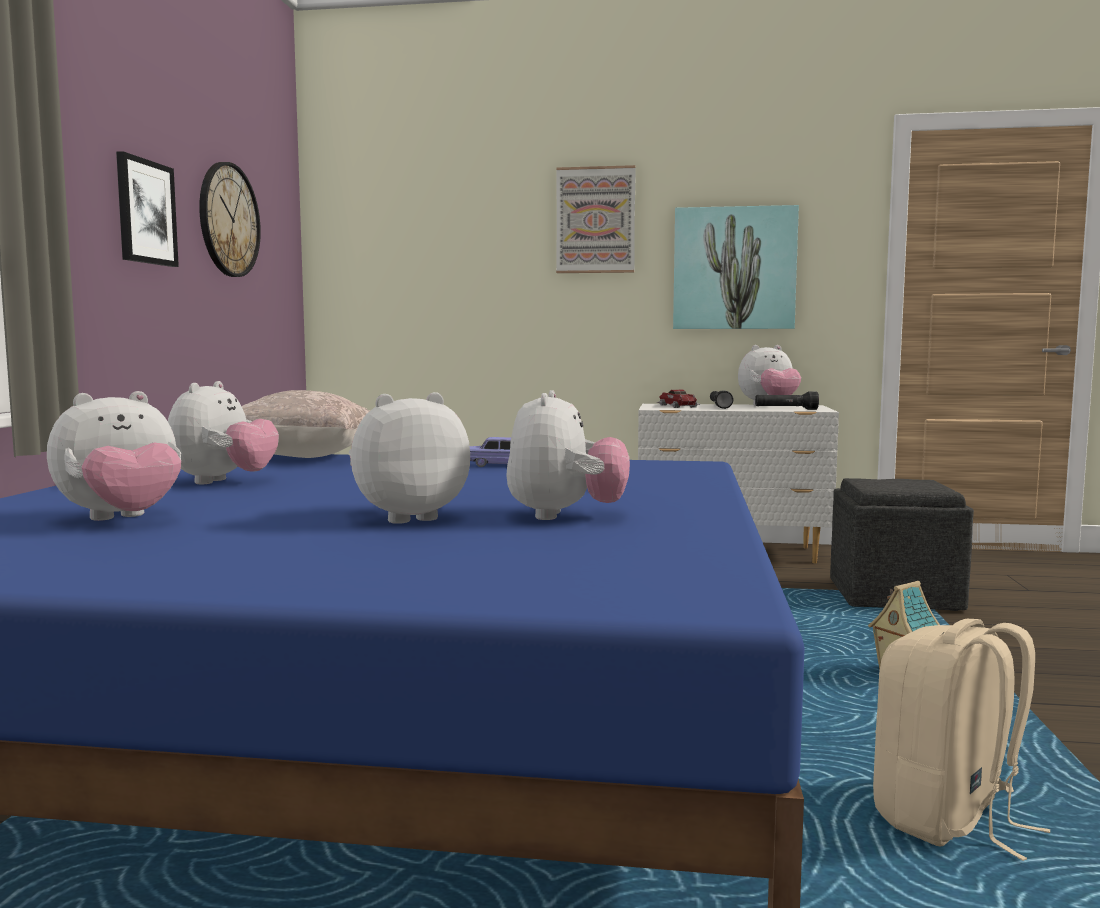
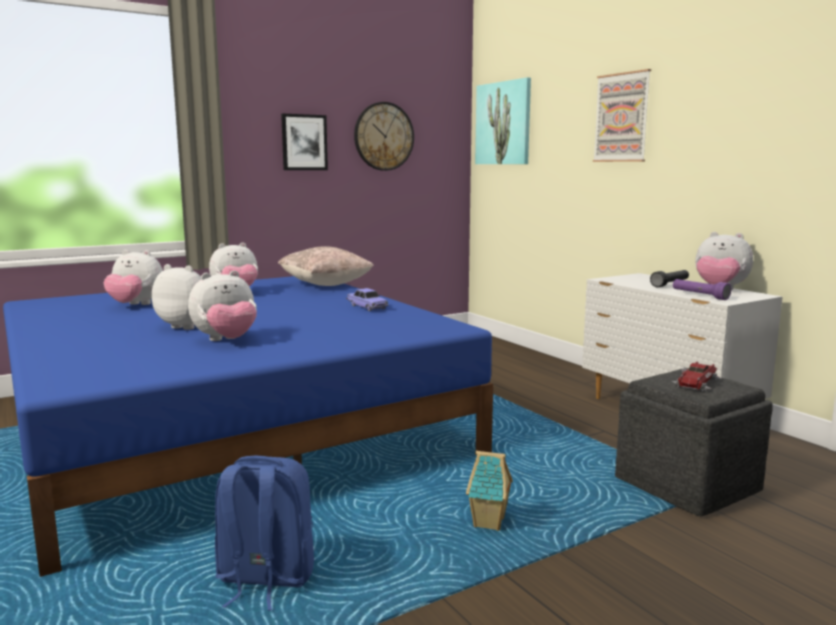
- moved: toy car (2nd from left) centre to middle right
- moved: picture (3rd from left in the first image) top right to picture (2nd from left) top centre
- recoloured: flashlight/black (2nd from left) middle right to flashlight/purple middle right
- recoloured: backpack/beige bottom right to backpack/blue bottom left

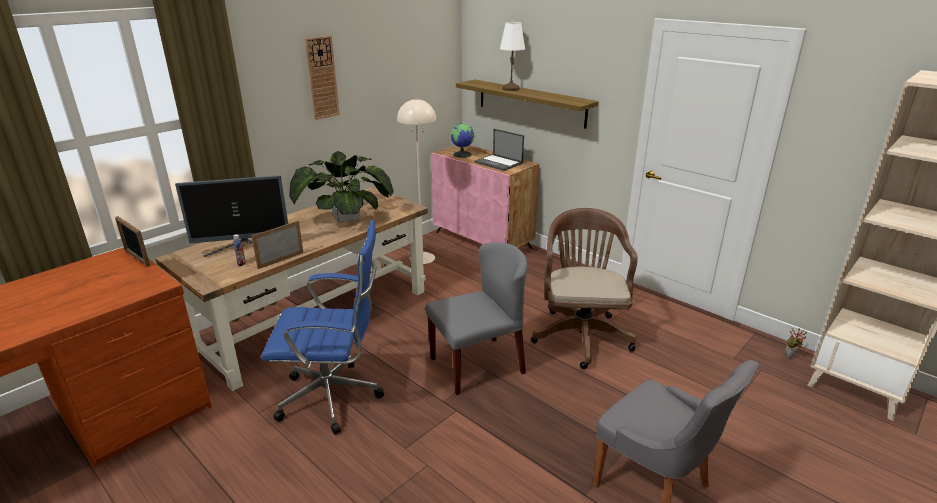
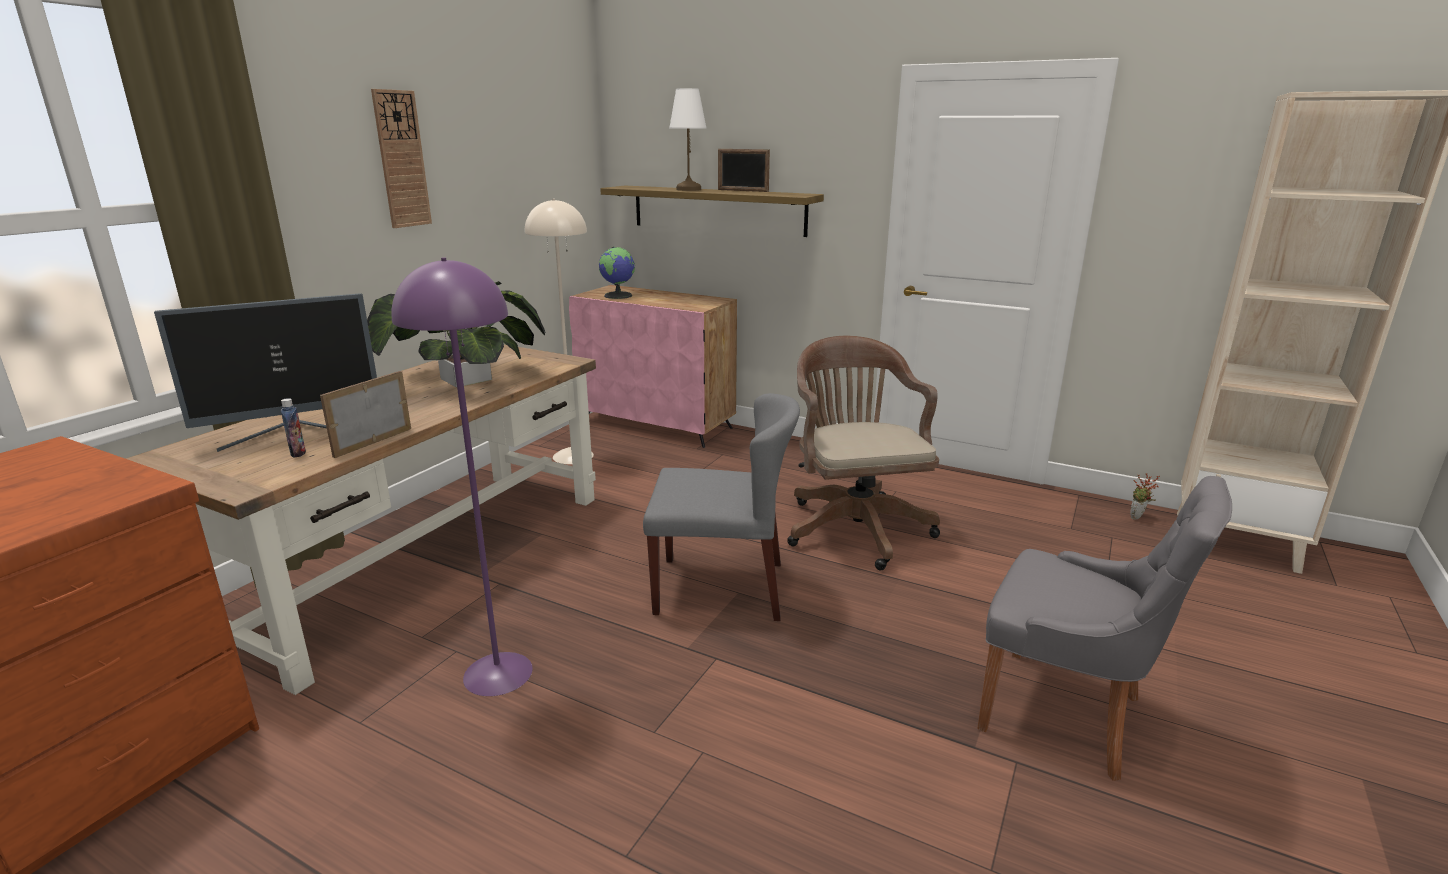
- moved: picture frame (1st from left in the first image) middle left to picture frame (2nd from left) top centre
- replaced: office chair/blue centre to floor lamp/purple middle left
- turned: chair/grey (1st from left) centre = centre 45 degrees clockwise
- removed: laptop top centre

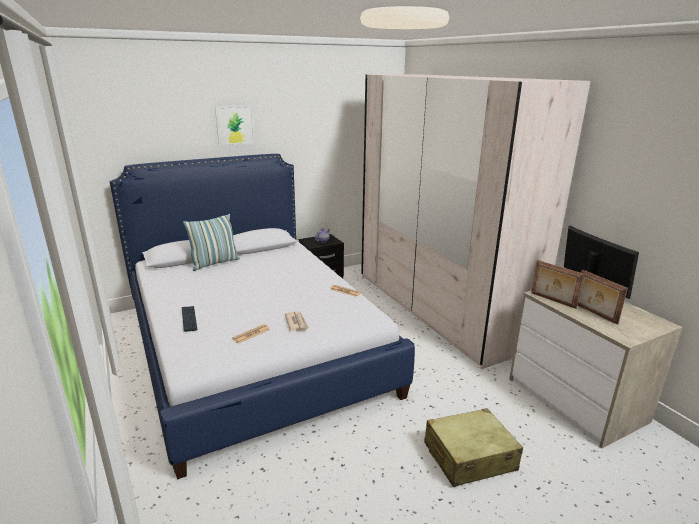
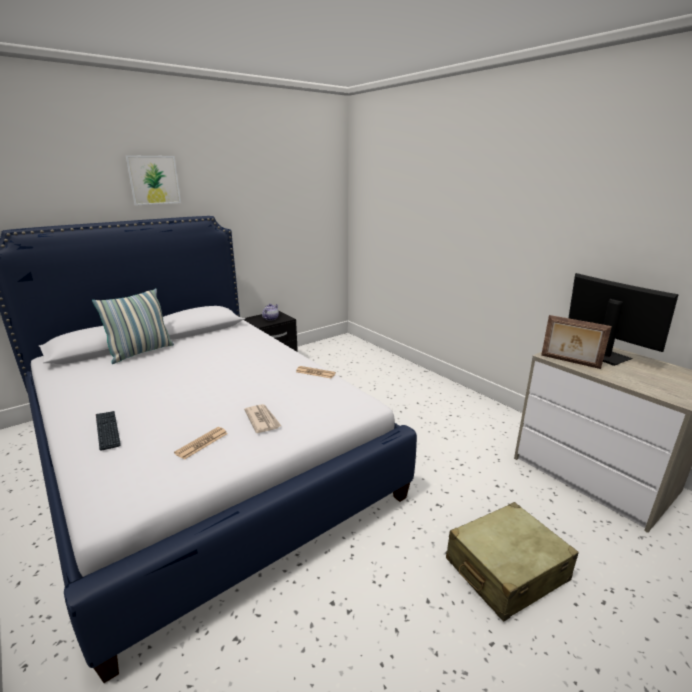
- removed: wardrobe/beige middle right
- removed: picture frame (2nd from left) middle right

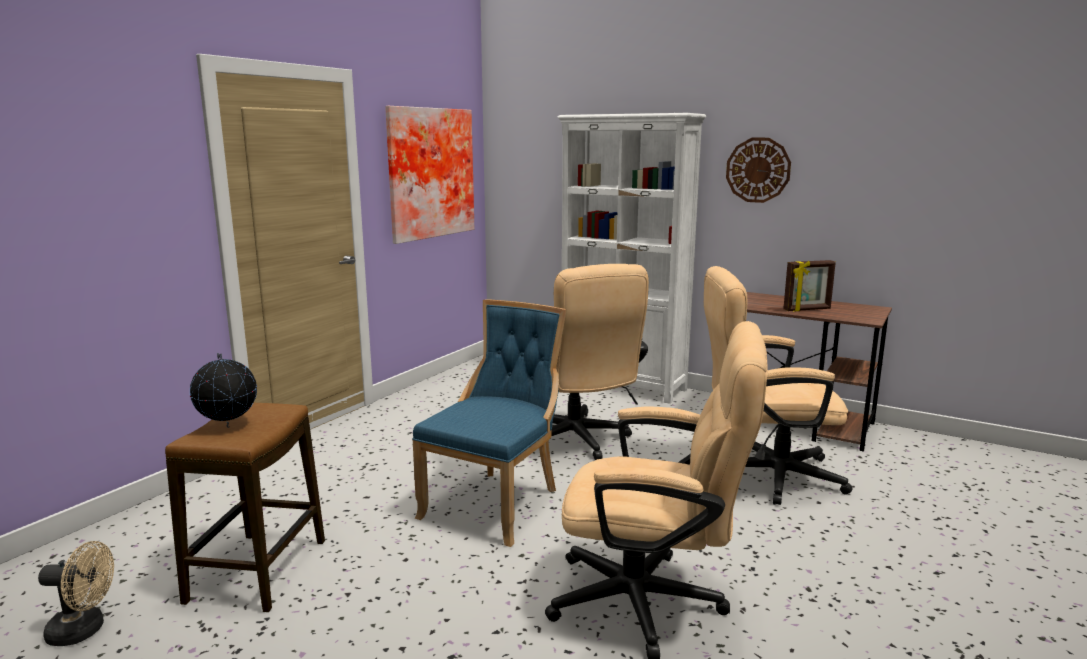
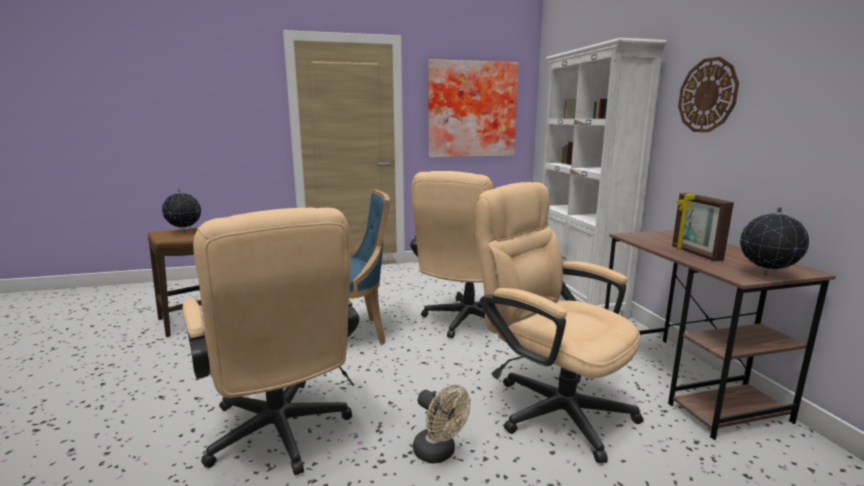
- moved: fan/beige bottom left to bottom centre
- turned: picture frame middle right = middle right 45 degrees clockwise
- added: globe (2nd from left) middle right

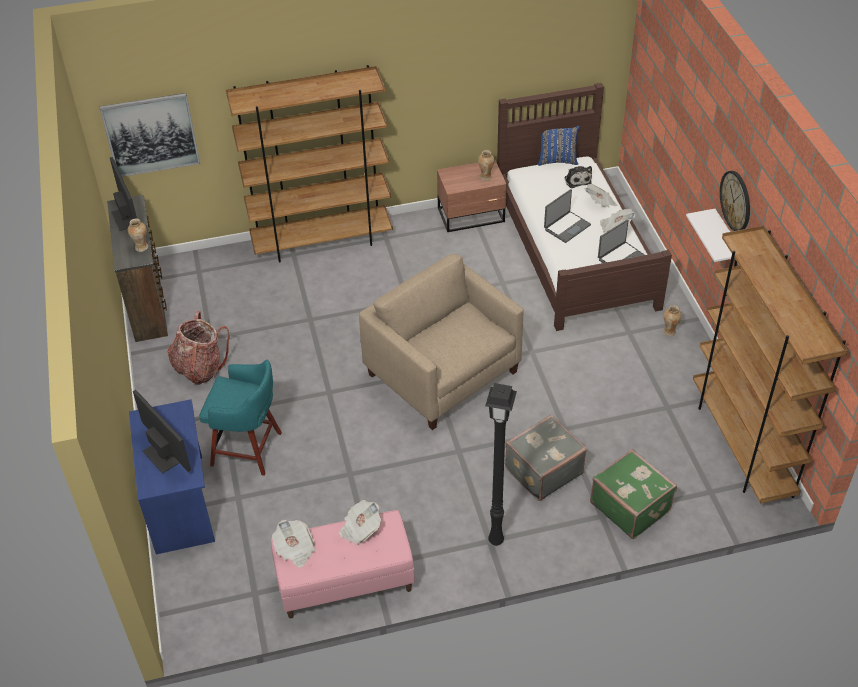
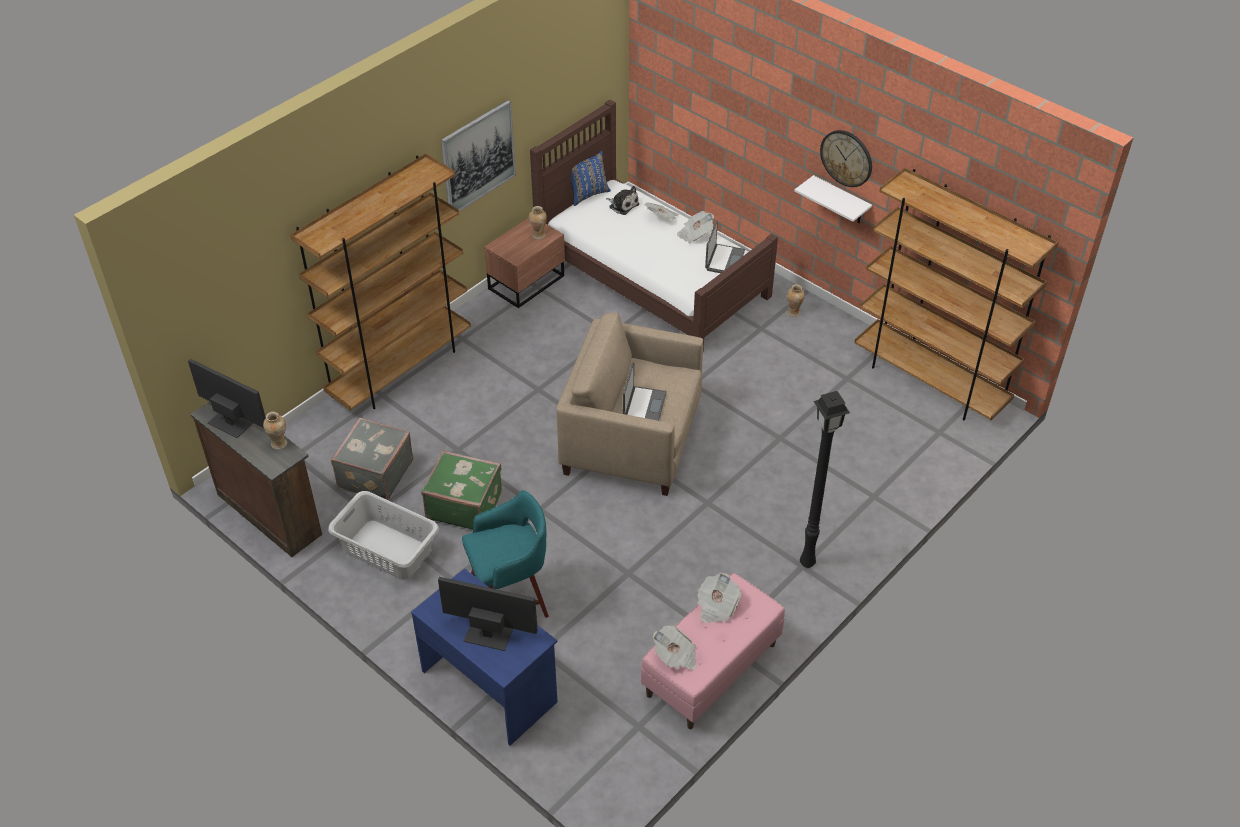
- moved: picture top left to top centre
- replaced: backpack middle left to laundry basket/grey middle left
- moved: suitcase/grey bottom centre to middle left
- moved: laptop (1st from left) top centre to centre
- moved: suitcase/green bottom right to centre

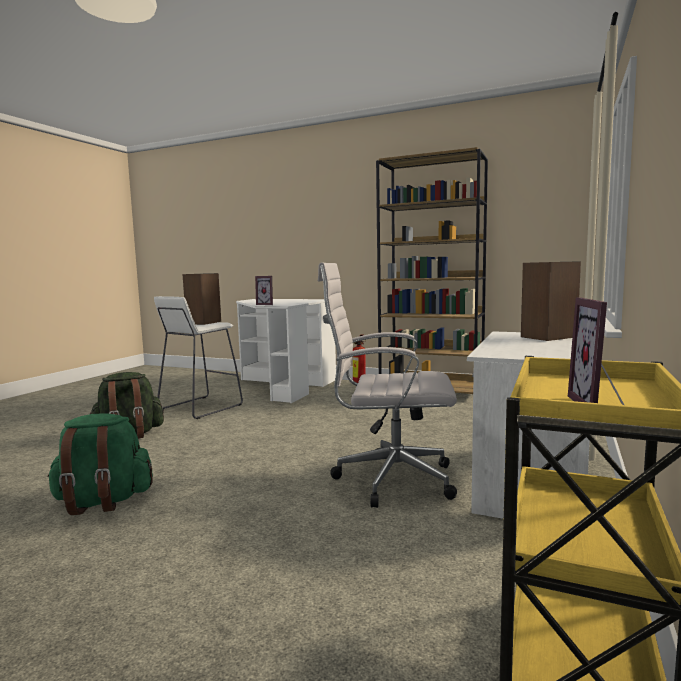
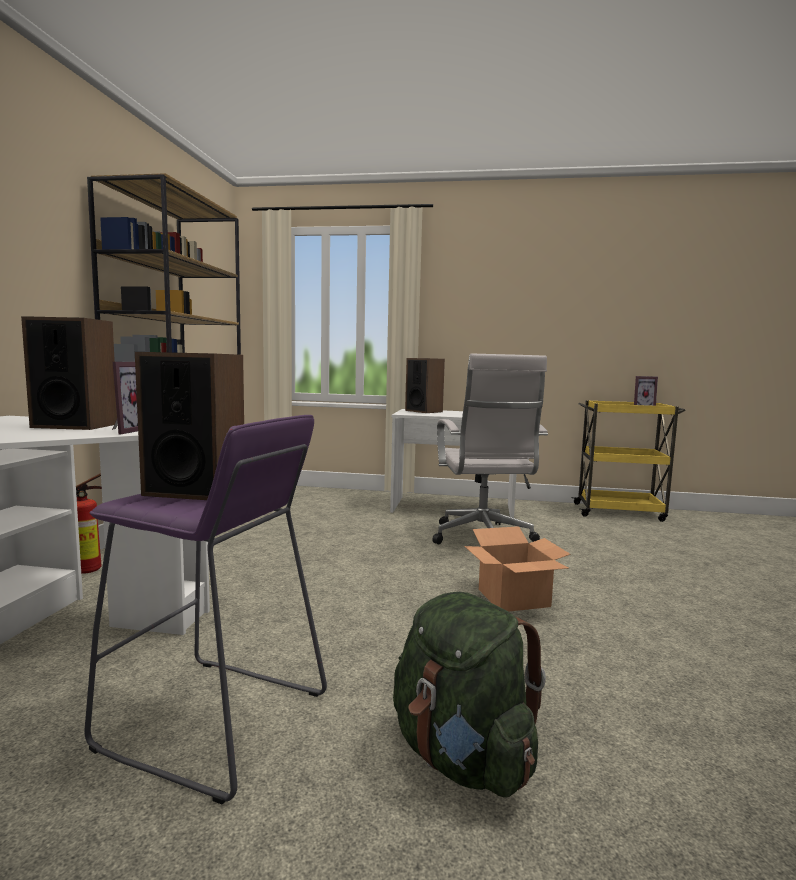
- removed: backpack/green (1st from left) bottom left
- recoloured: stool/white middle left to stool/purple bottom left
- added: speaker (1st from left) middle left
- added: cardboard box centre

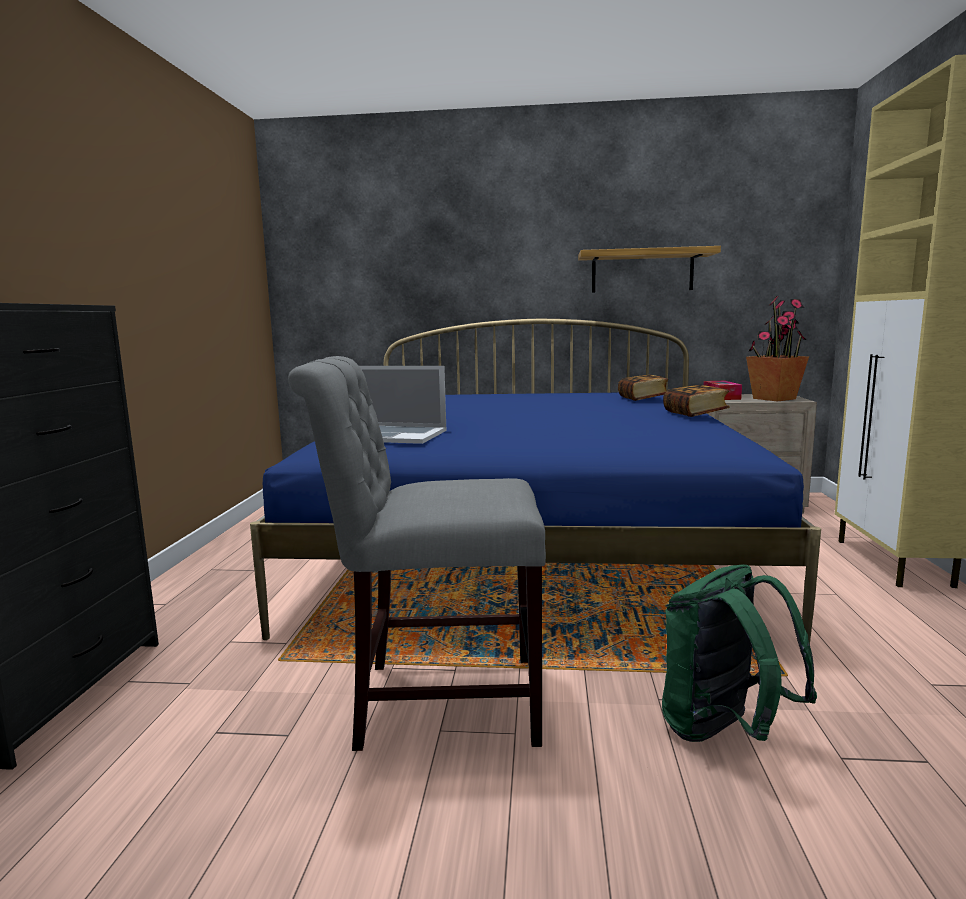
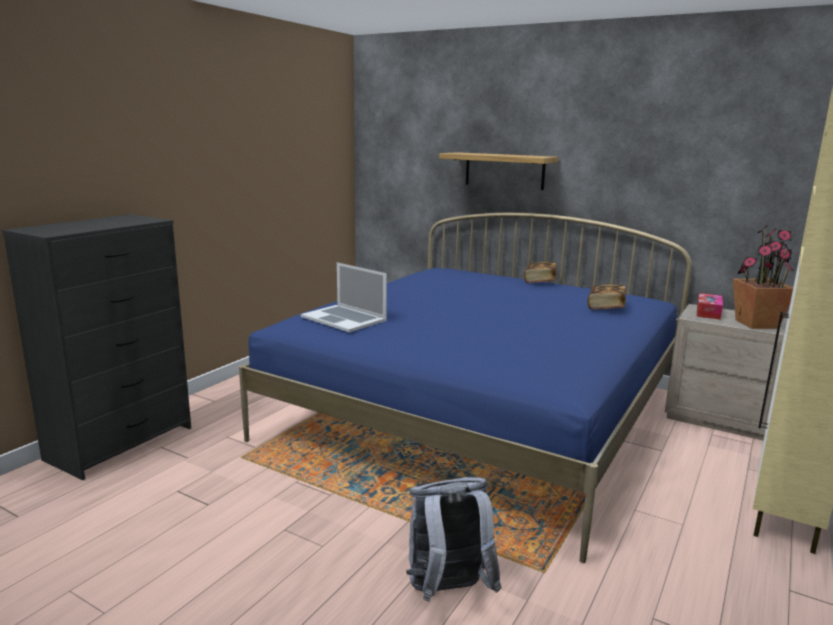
- removed: chair/grey centre
- moved: shelf top right to top centre
- recoloured: backpack/green bottom right to backpack/grey bottom centre
- moved: book (2nd from left in the first image) middle right to book (1st from left) centre

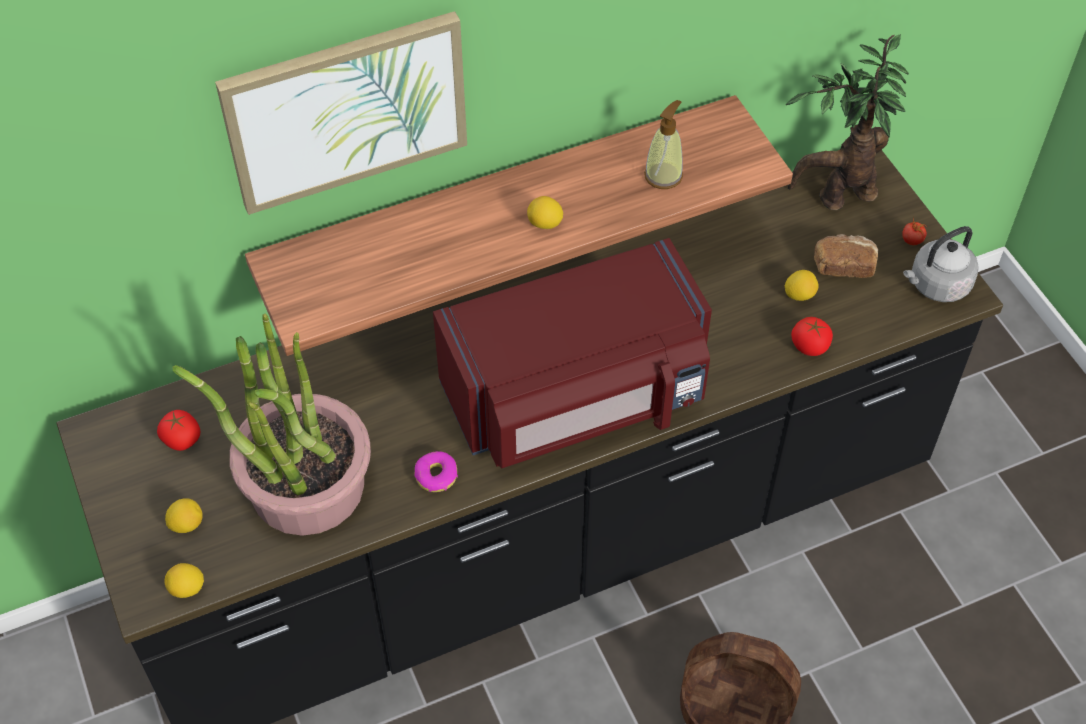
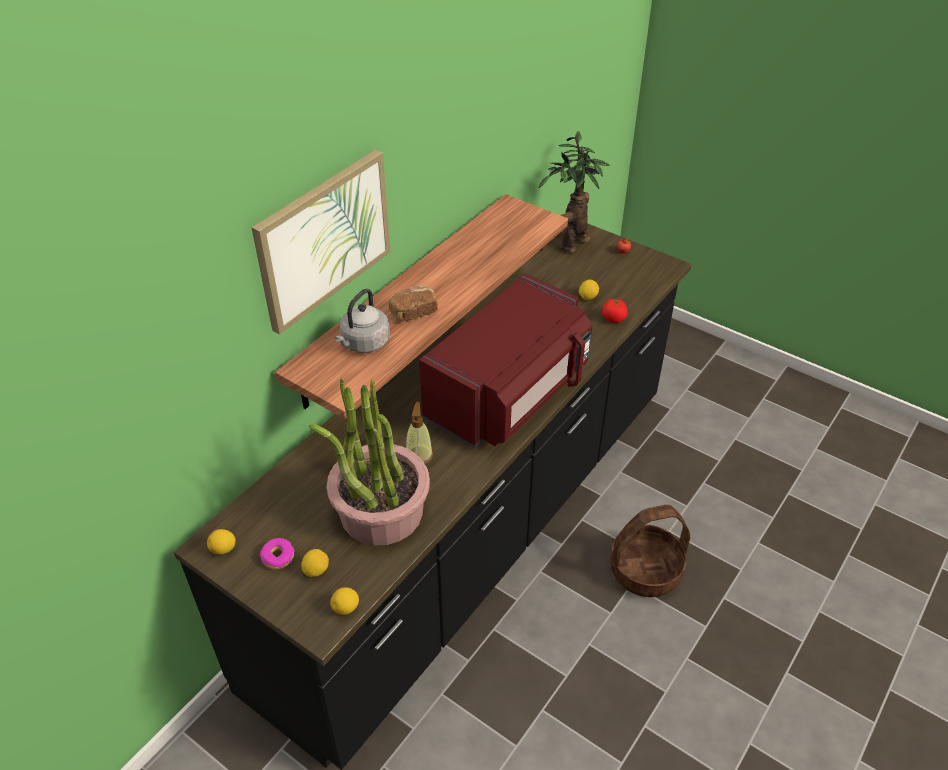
- removed: tomato (1st from left) middle left
- moved: donut centre to bottom left
- moved: lemon (3rd from left in the first image) top centre to lemon (1st from left) bottom left
- moved: soap dispenser top centre to centre
- moved: bread middle right to centre
- moved: kettle/grey middle right to centre

